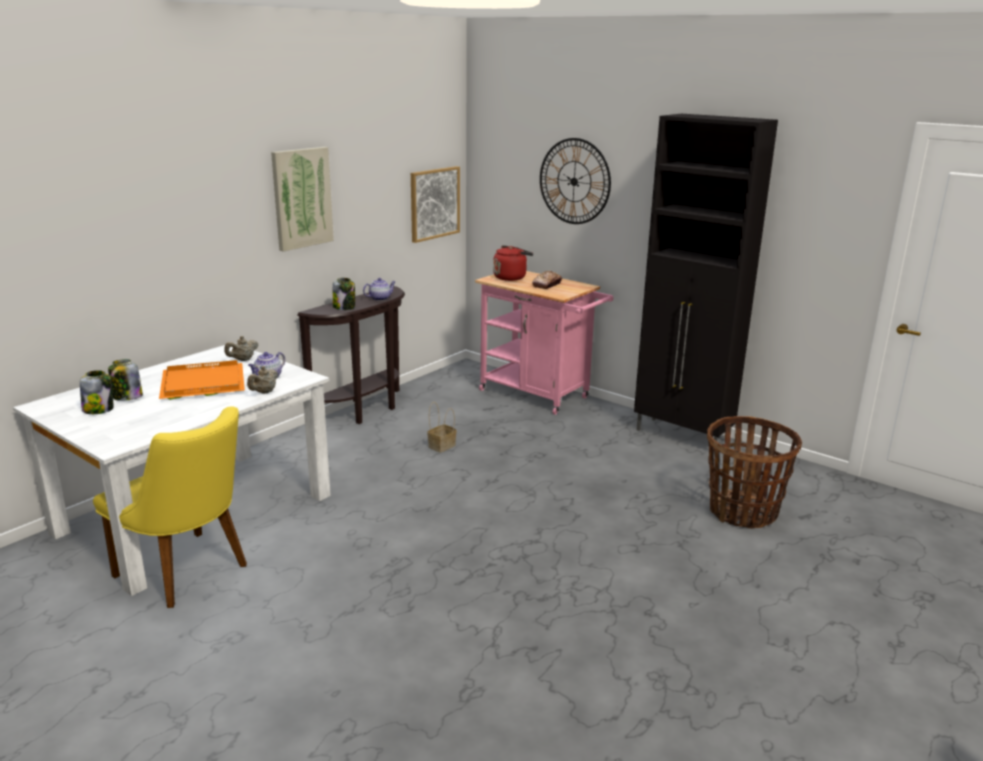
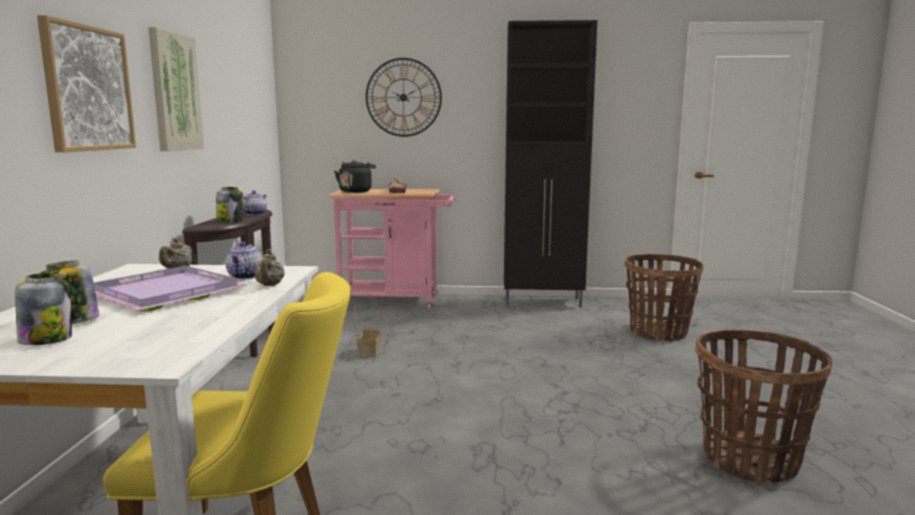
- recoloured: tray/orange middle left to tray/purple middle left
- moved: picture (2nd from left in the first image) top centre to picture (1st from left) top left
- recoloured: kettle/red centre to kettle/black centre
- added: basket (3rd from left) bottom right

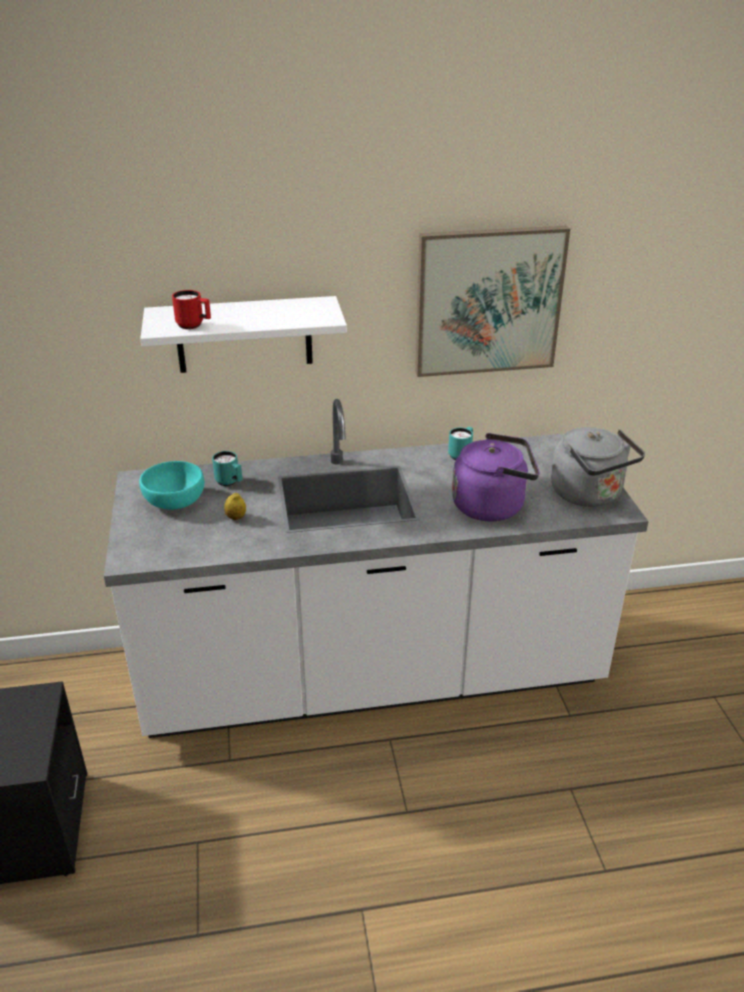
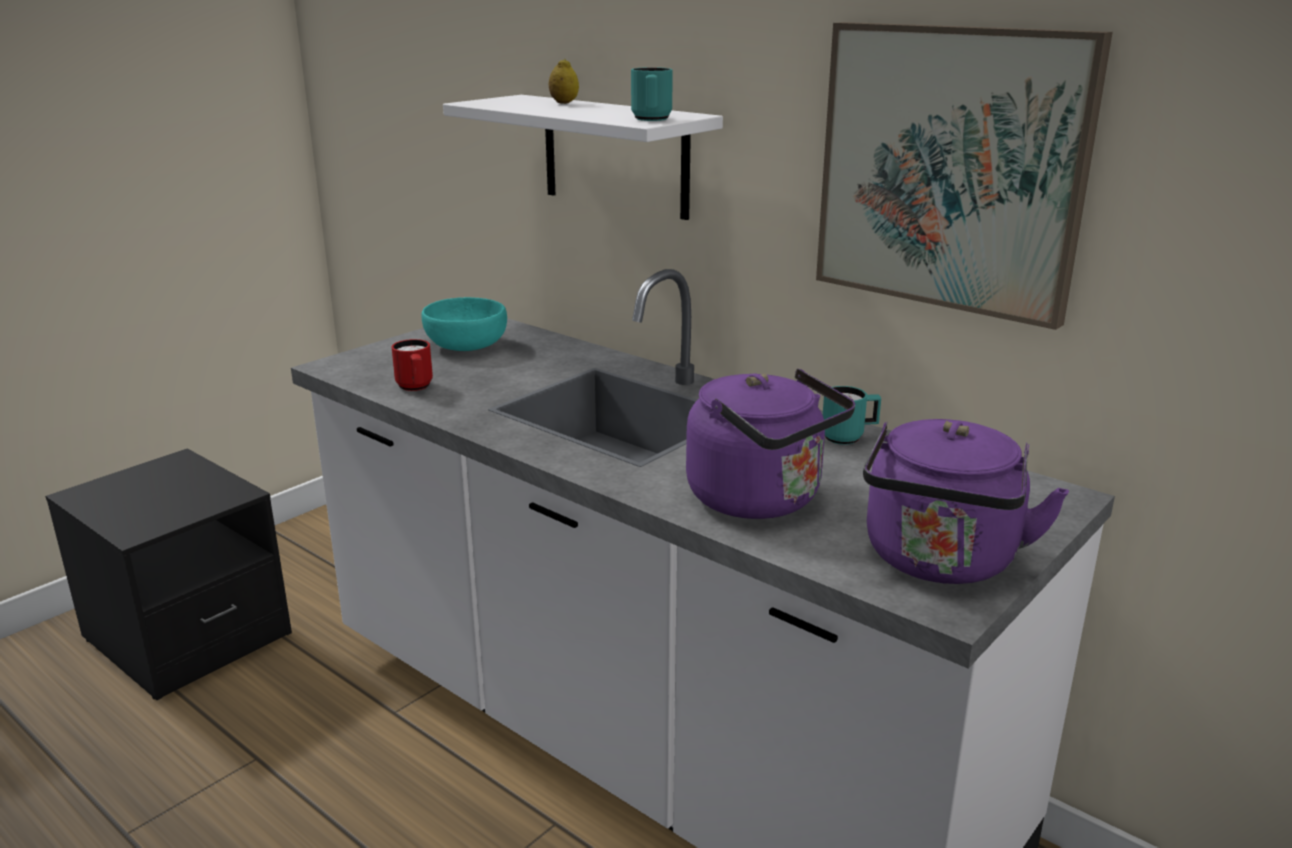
- moved: mug/red top left to middle left
- moved: mug/turquoise (1st from left) middle left to top centre
- moved: lemon middle left to top centre
- recoloured: kettle/grey middle right to kettle/purple (2nd from left) middle right

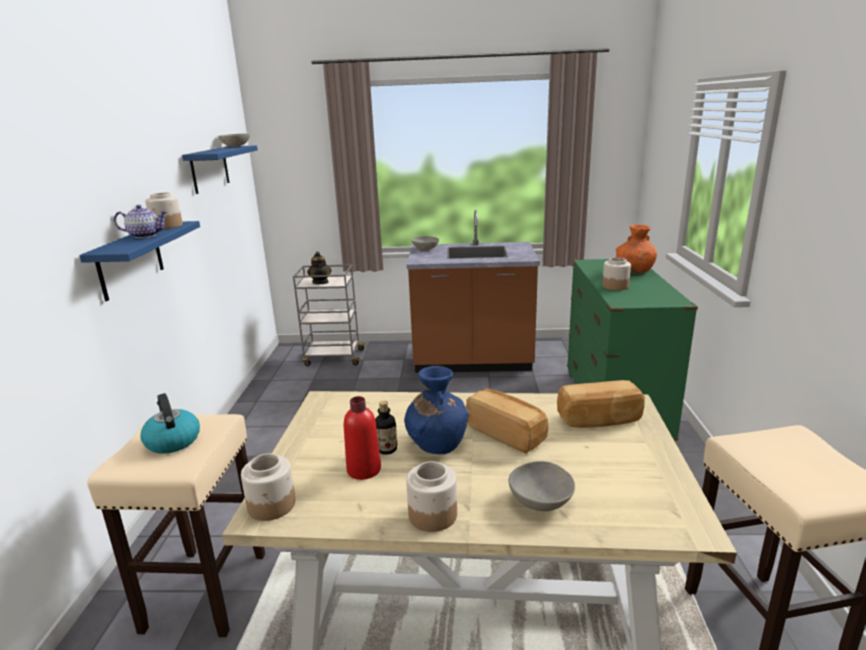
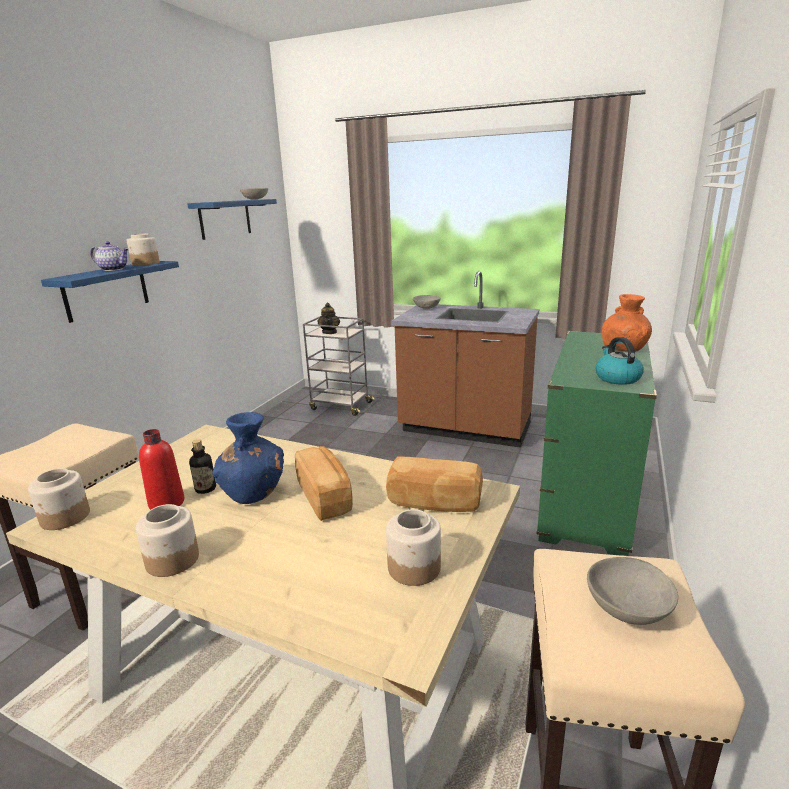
- moved: kettle middle left to middle right
- moved: bowl/grey (3rd from left) bottom centre to bottom right
- moved: jar (4th from left) middle right to bottom centre

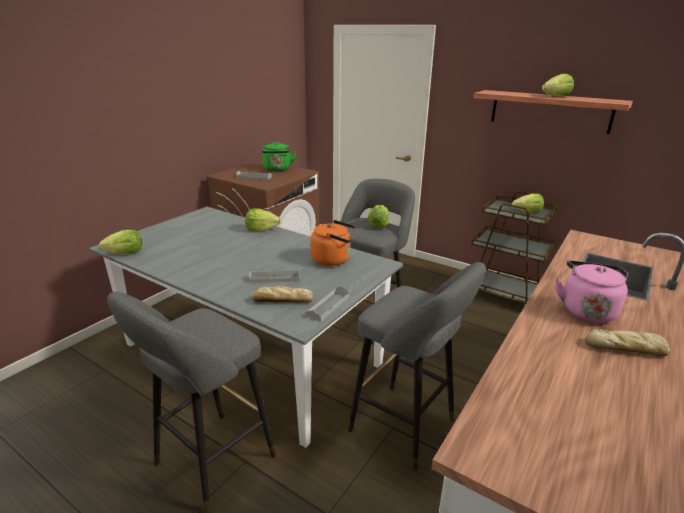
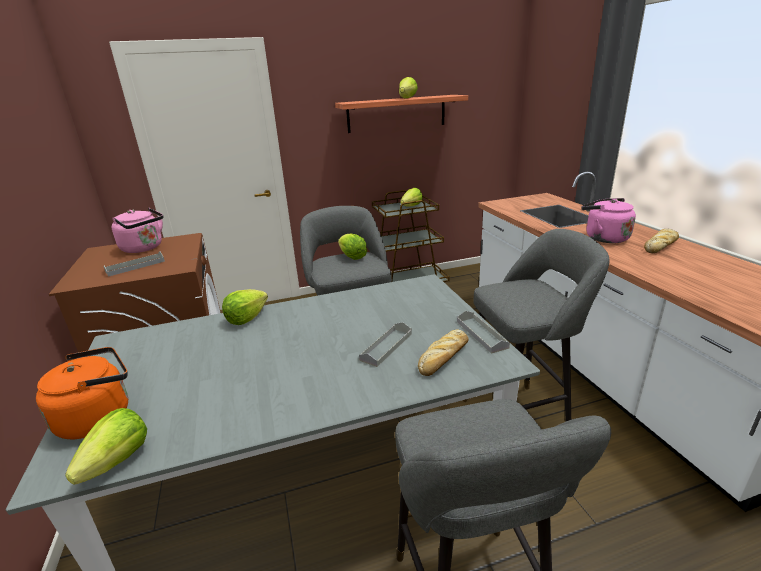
- recoloured: kettle/green top centre to kettle/pink (1st from left) middle left
- moved: kettle/orange centre to bottom left

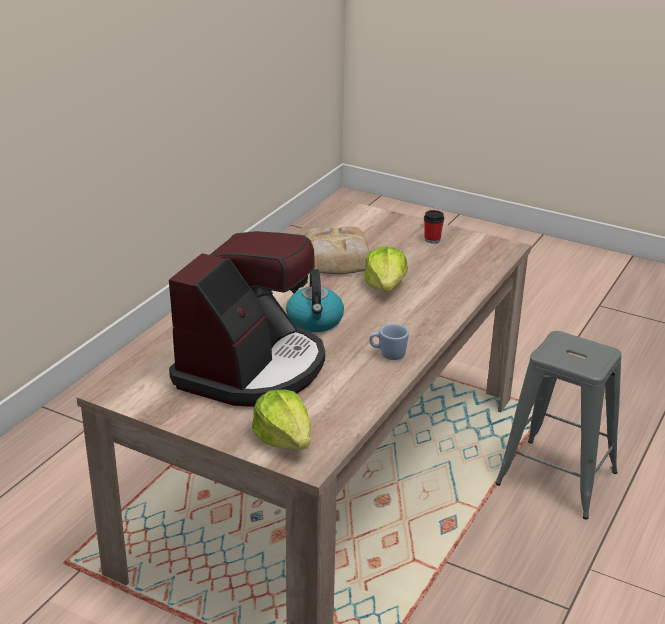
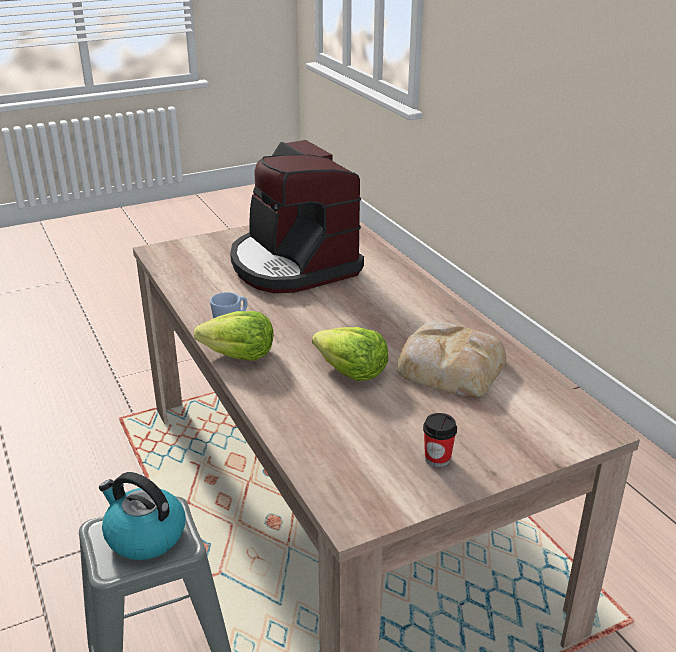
- moved: lettuce (1st from left) bottom centre to centre
- moved: kettle centre to bottom left

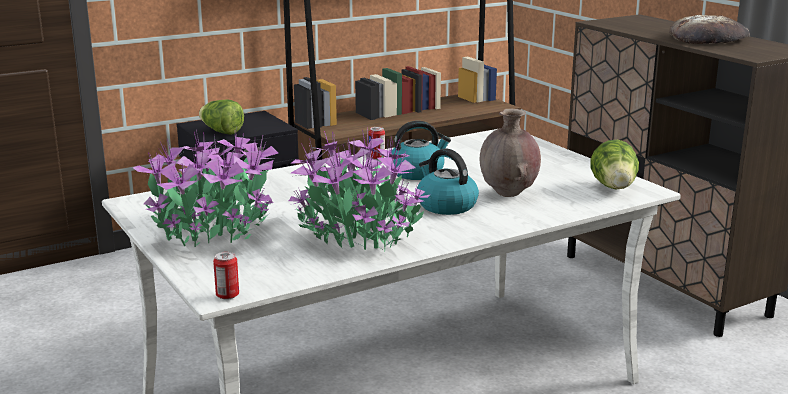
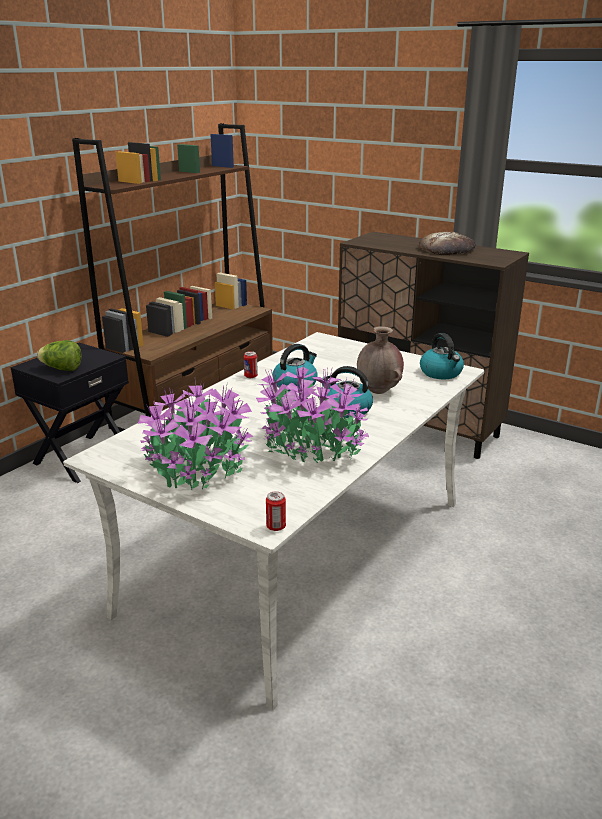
- replaced: lettuce (2nd from left) middle right to kettle (3rd from left) middle right

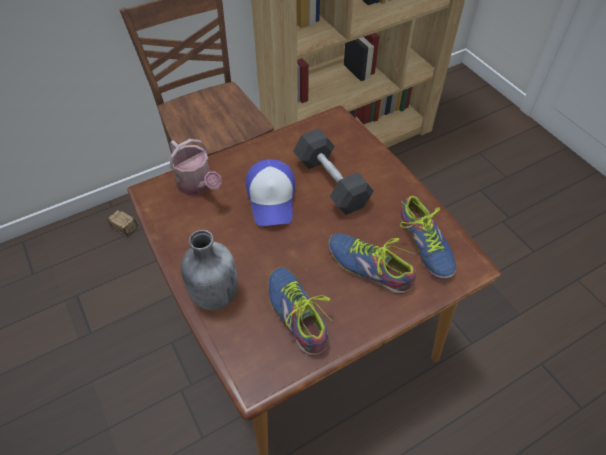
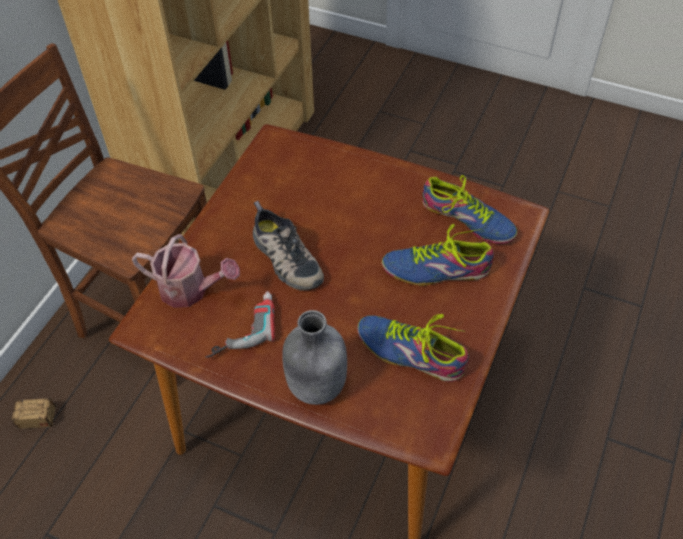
- replaced: cap centre to shoe (1st from left) centre
- removed: dumbbell/black centre
- added: power drill centre

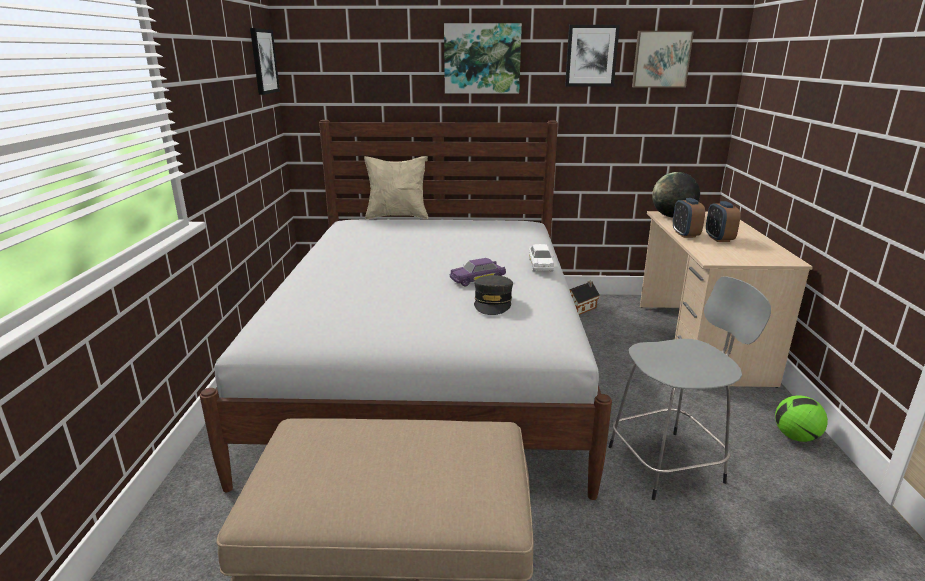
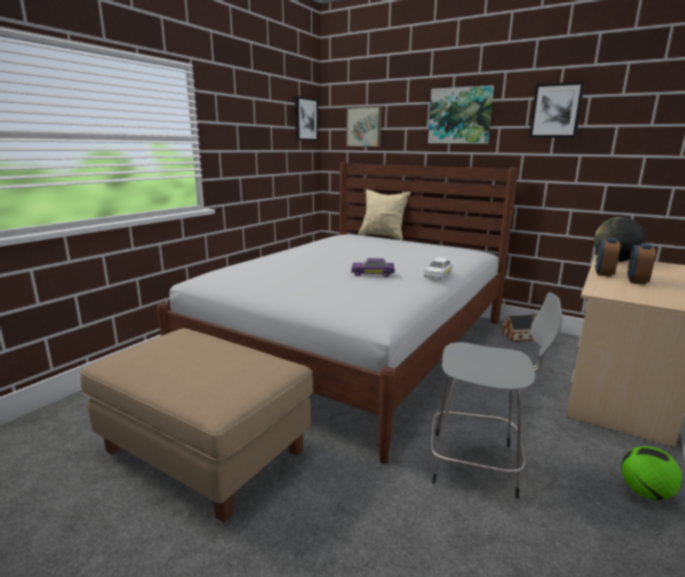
- removed: cap/grey centre
- moved: picture (4th from left in the first image) top right to picture (2nd from left) top centre

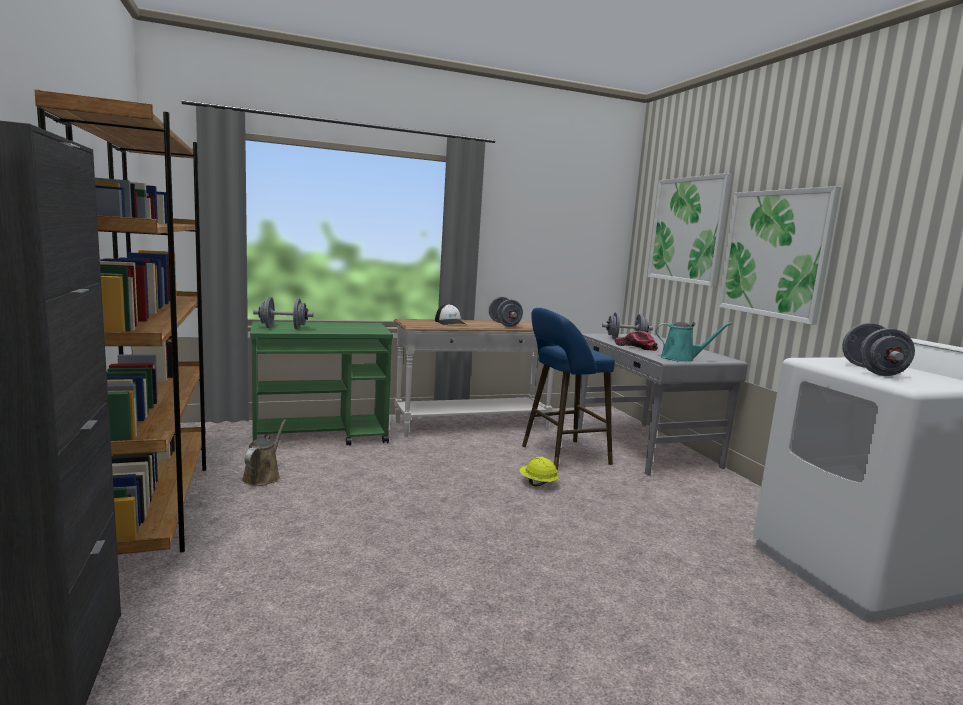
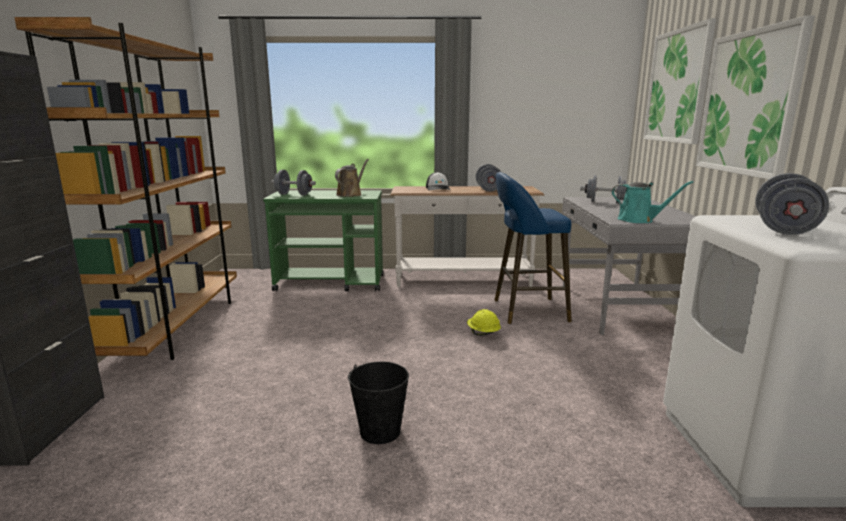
- moved: watering can/brown middle left to centre
- removed: cap (2nd from left) centre
- added: bucket/black bottom centre

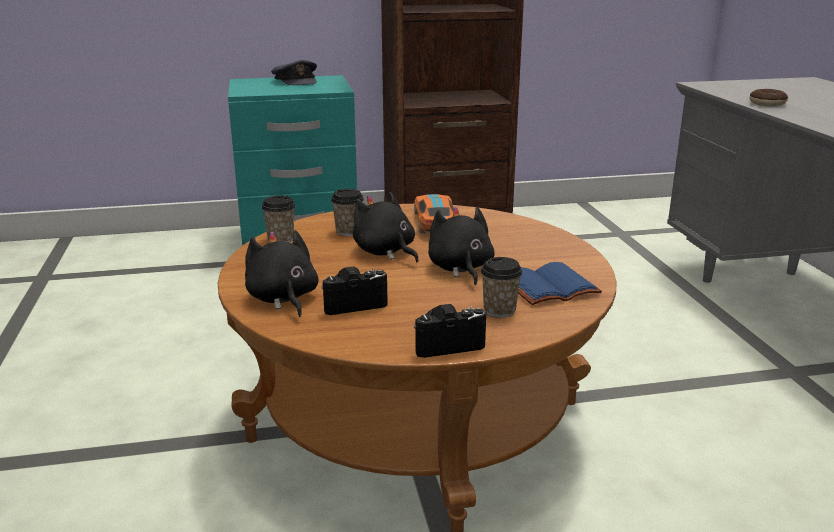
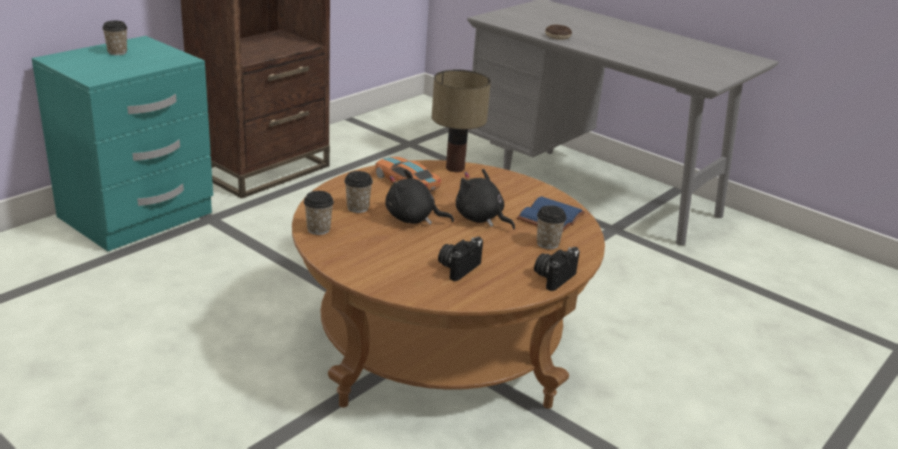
- removed: plush toy/black (1st from left) centre
- replaced: cap/grey top centre to cup (1st from left) top left
- added: table lamp top centre

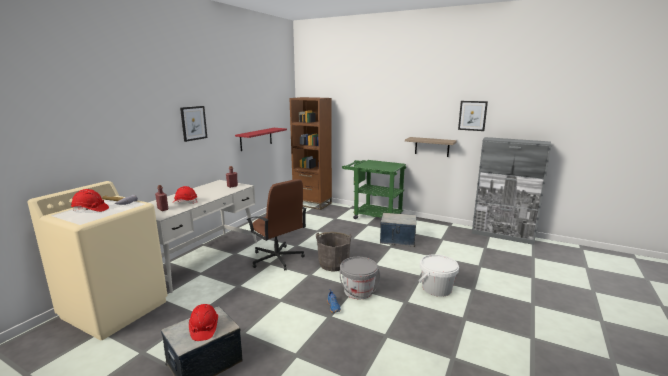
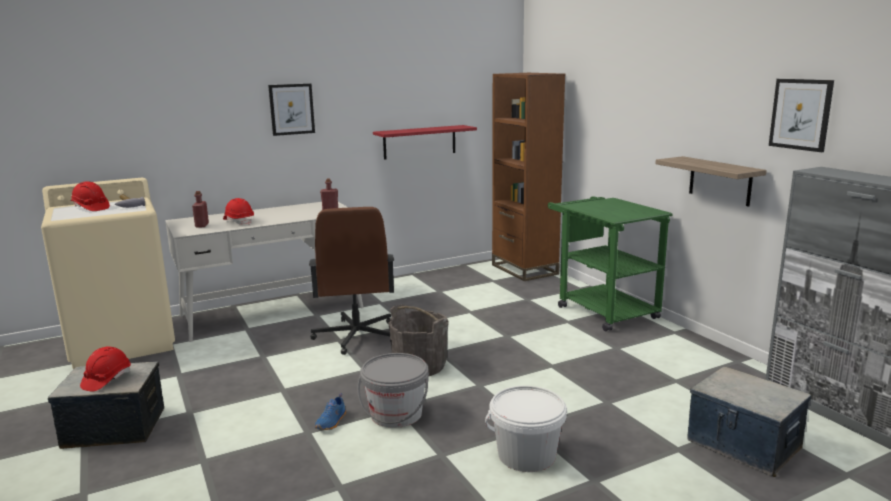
- moved: storage box (2nd from left) centre to bottom right

